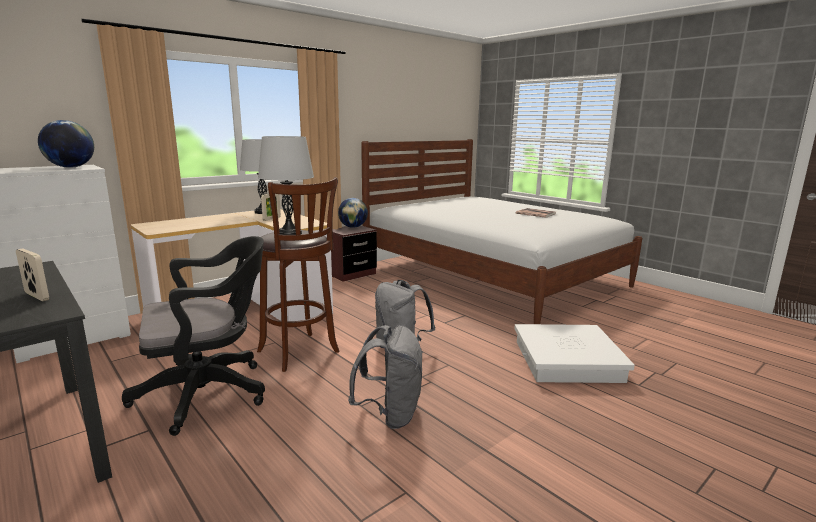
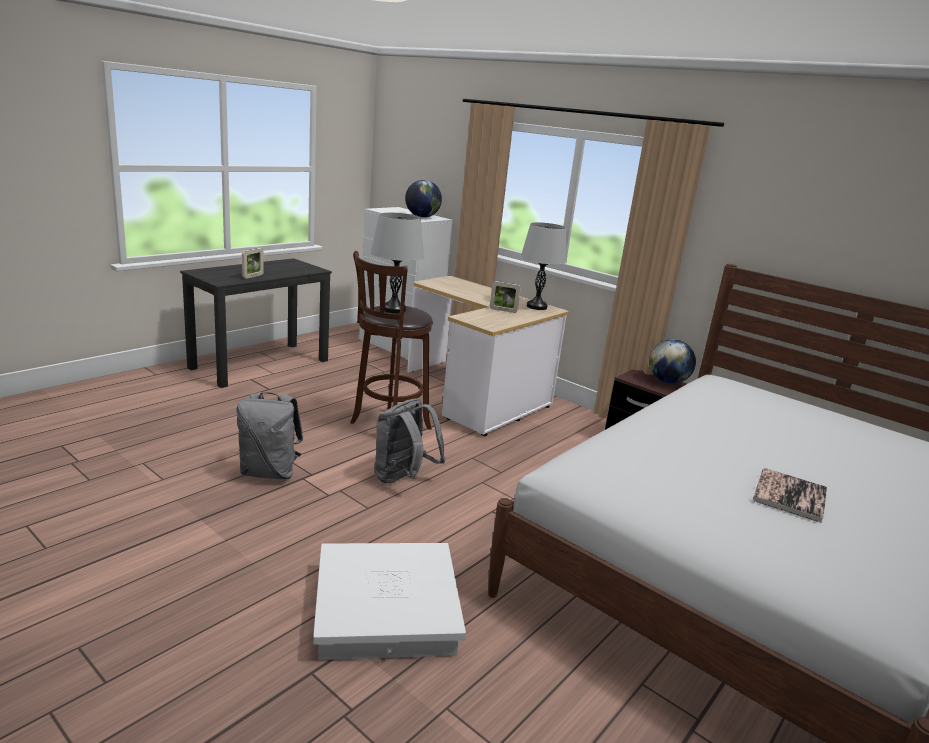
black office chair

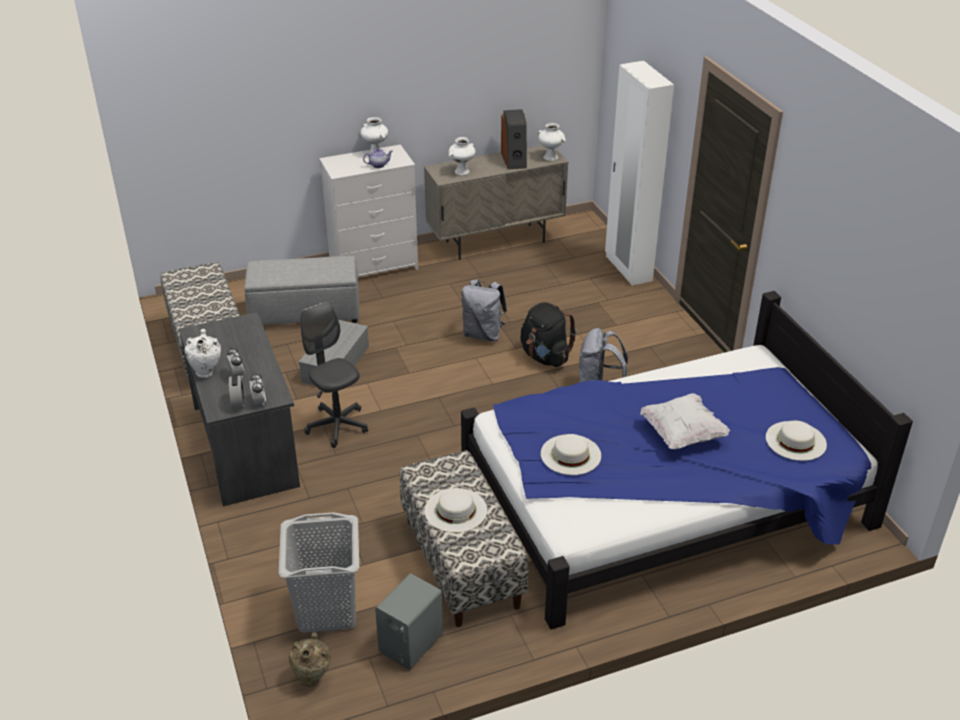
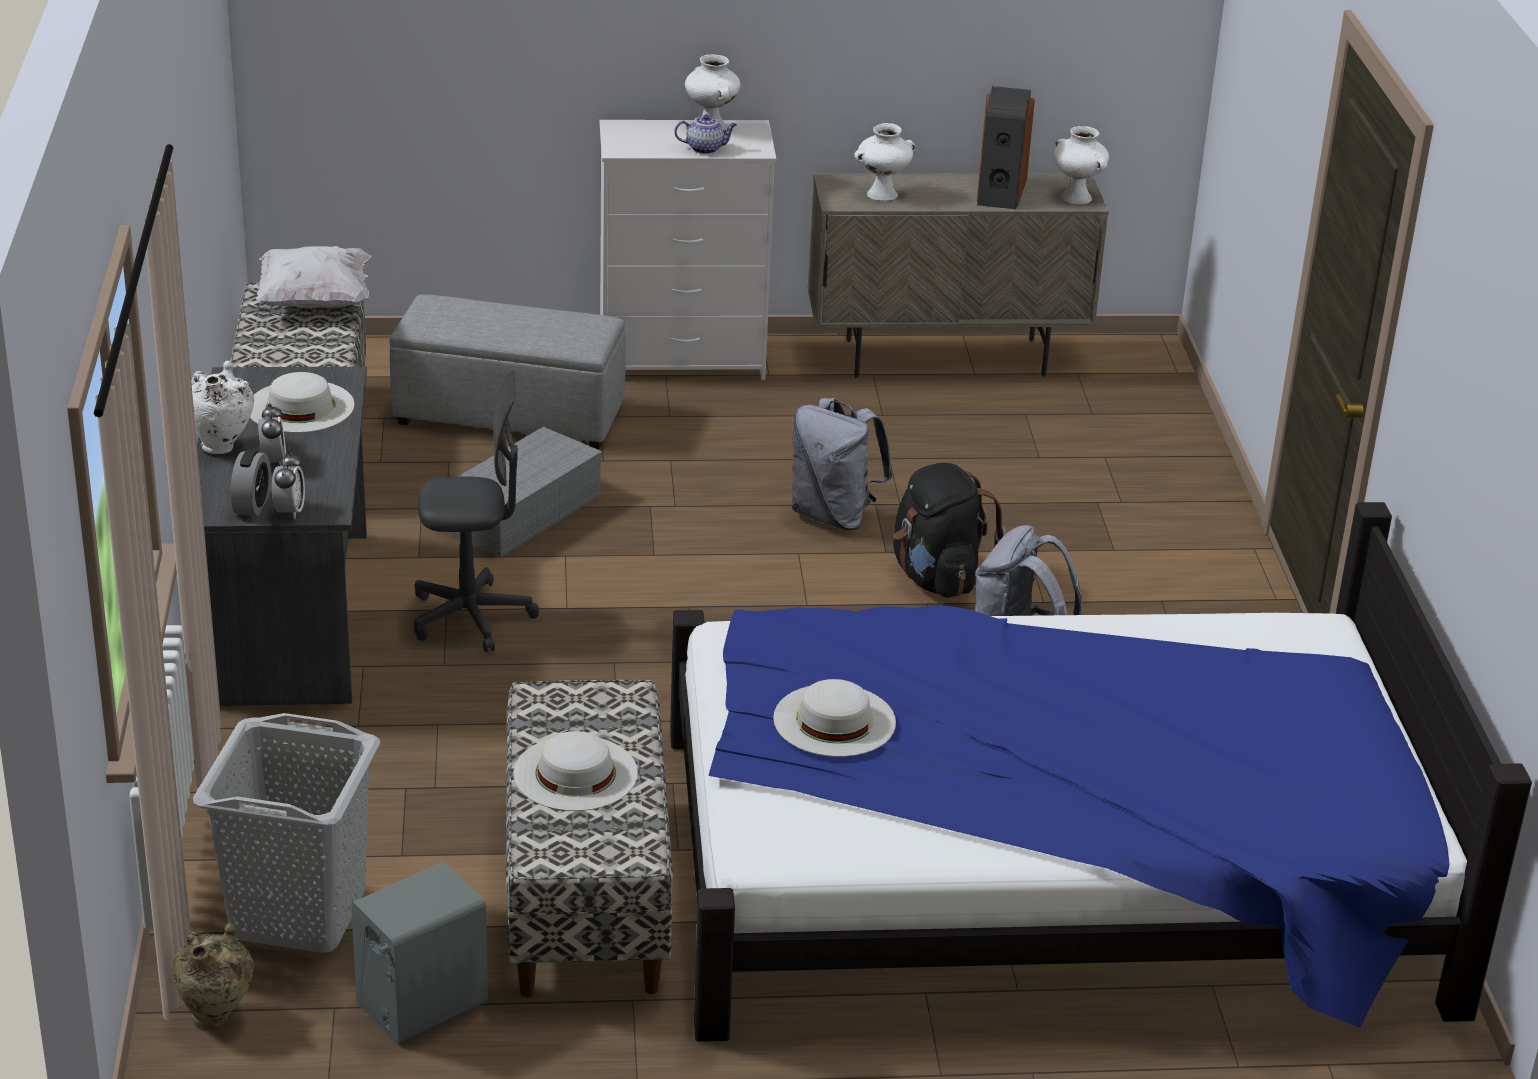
white wardrobe
white pillow
white hat (no. 1 from left)
grey office chair

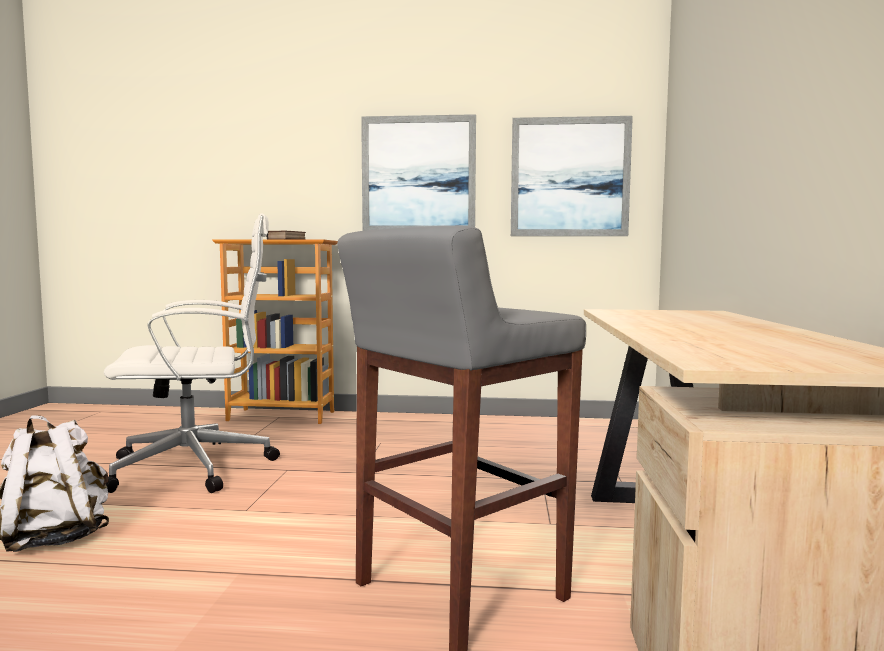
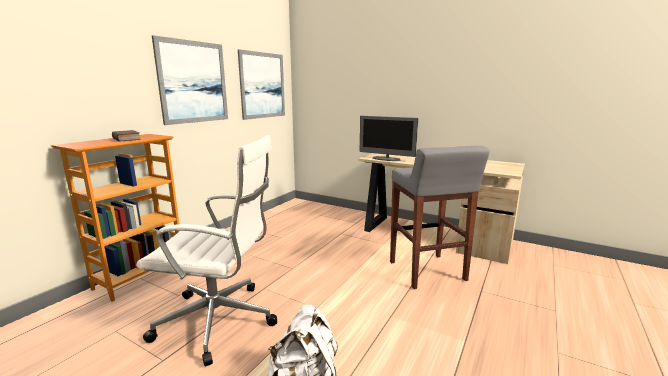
monitor
white office chair

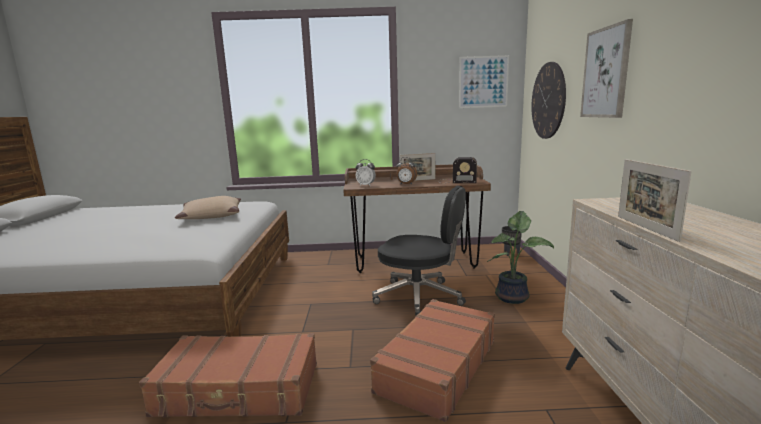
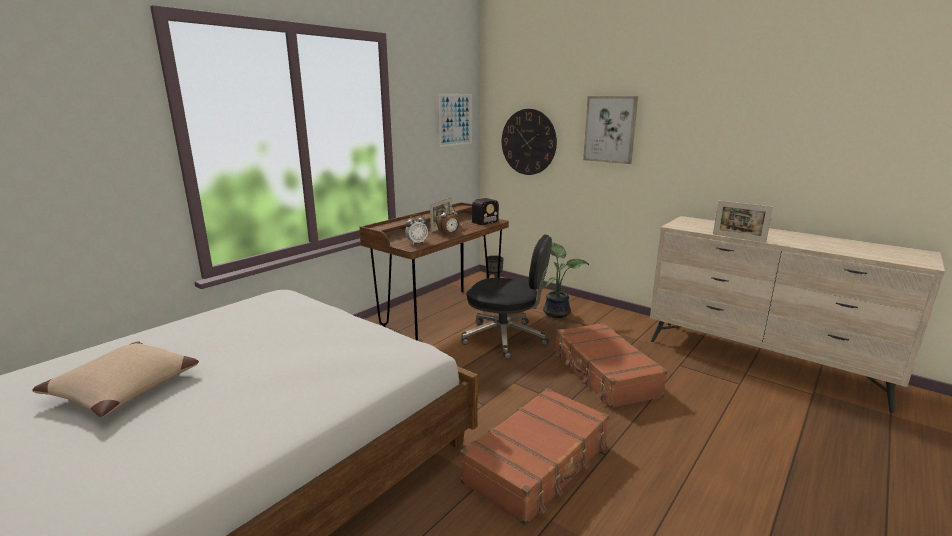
beige pillow
black office chair

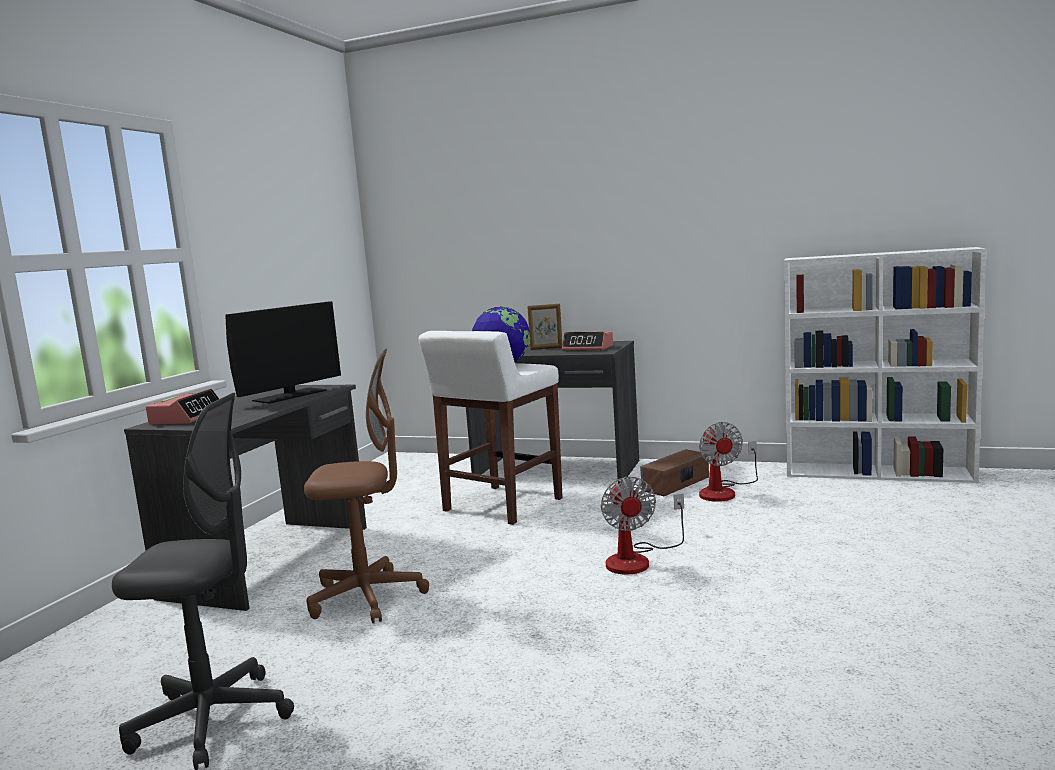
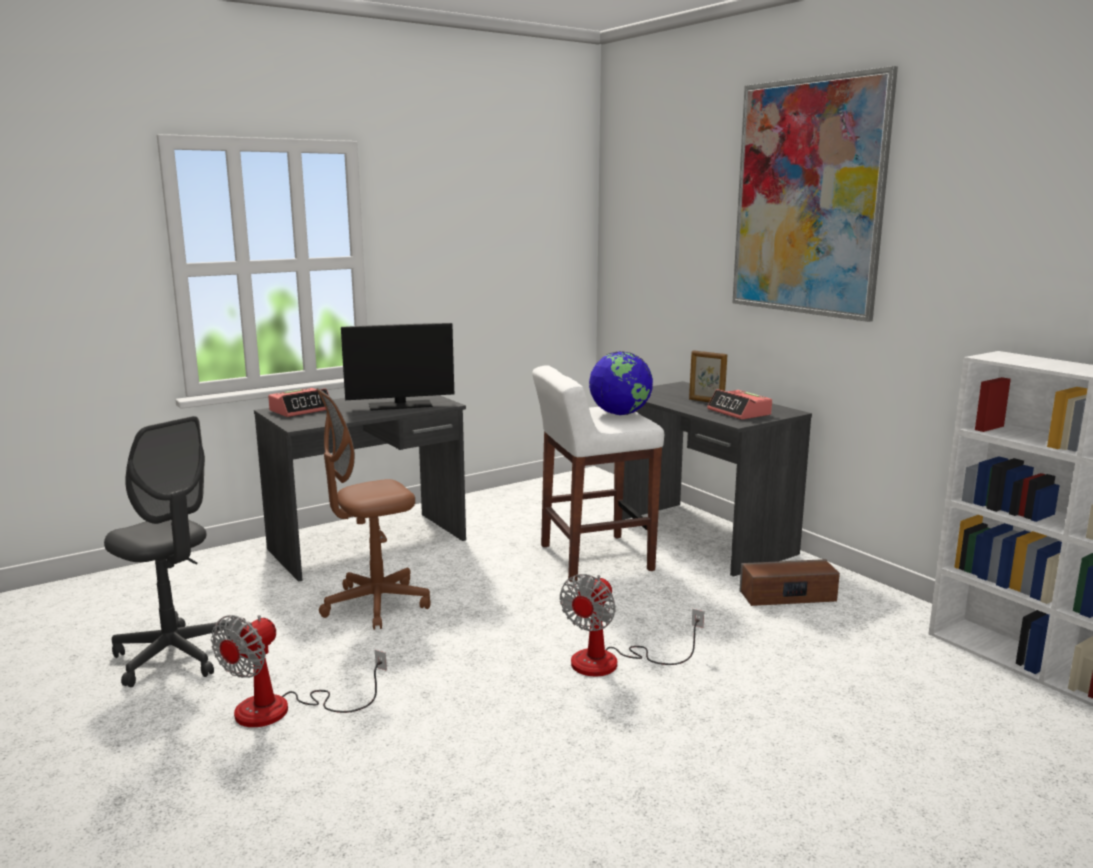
picture
fan (no. 1 from left)
brown office chair

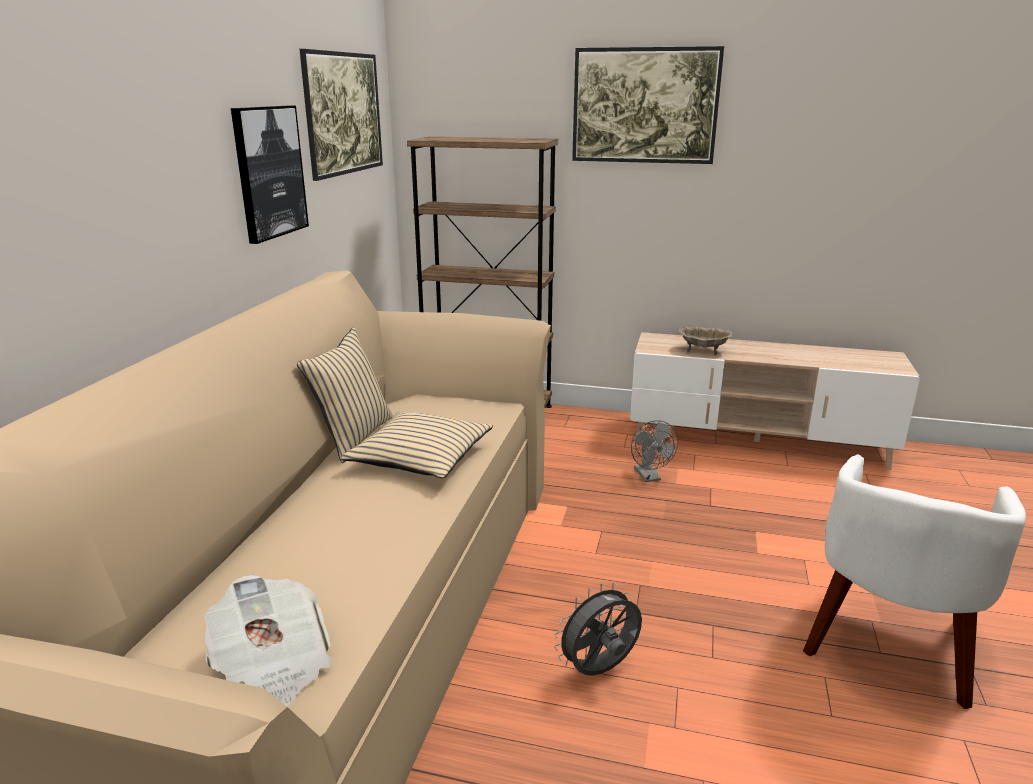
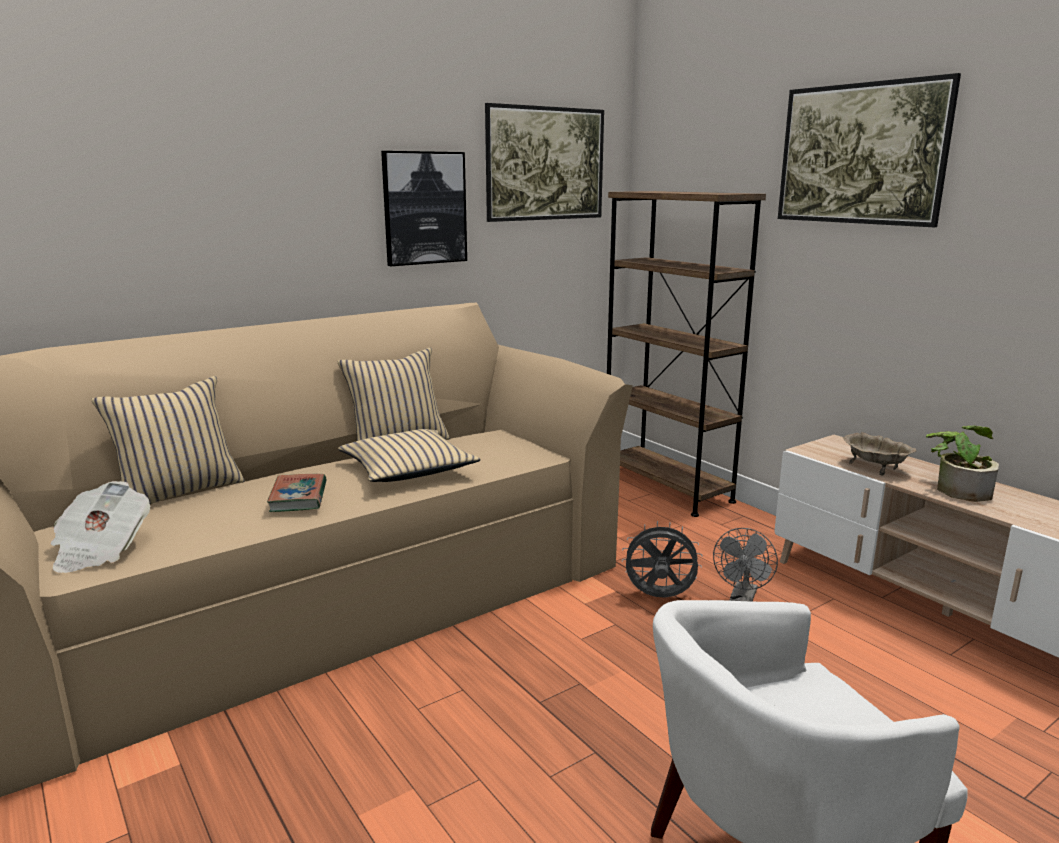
beige pillow (no. 1 from left)
book
potted plant
grey fan (no. 1 from left)

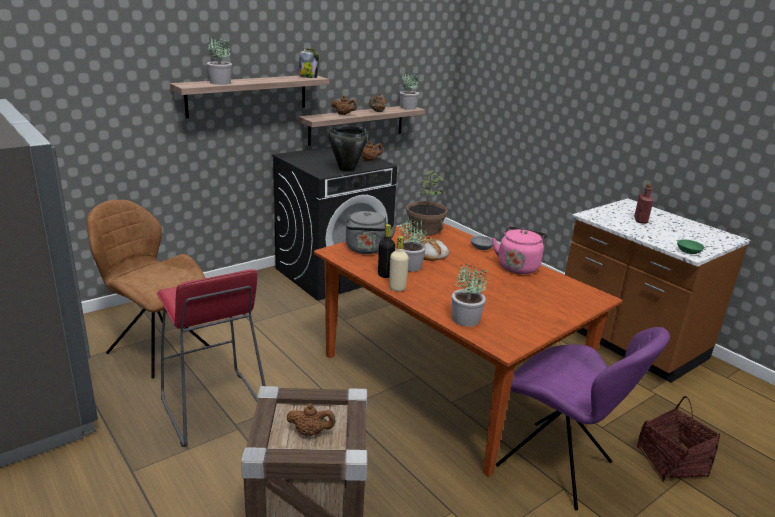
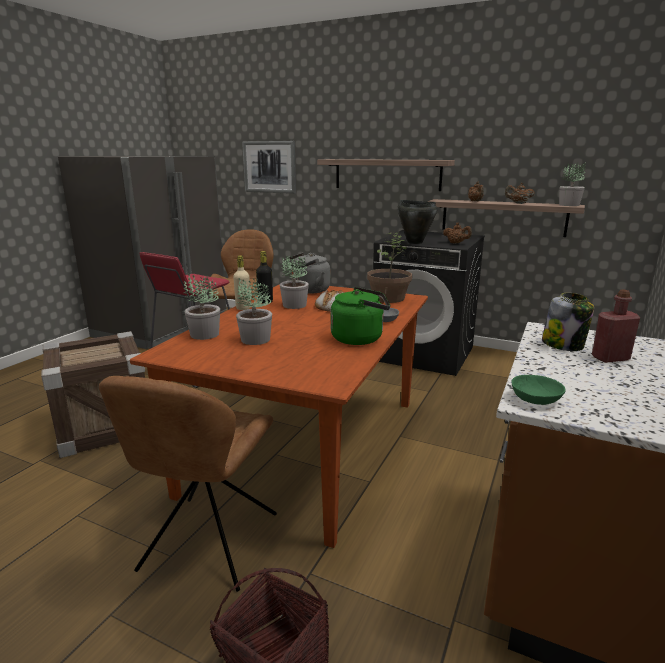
brown teapot (no. 1 from left in the first image)
picture
potted plant (no. 2 from left)
jar
green kettle
brown chair (no. 1 from left)

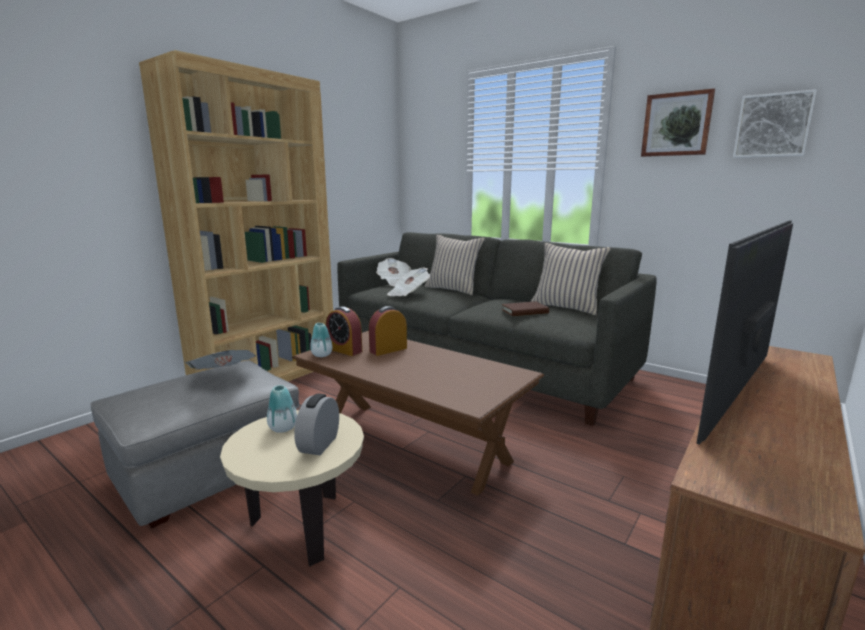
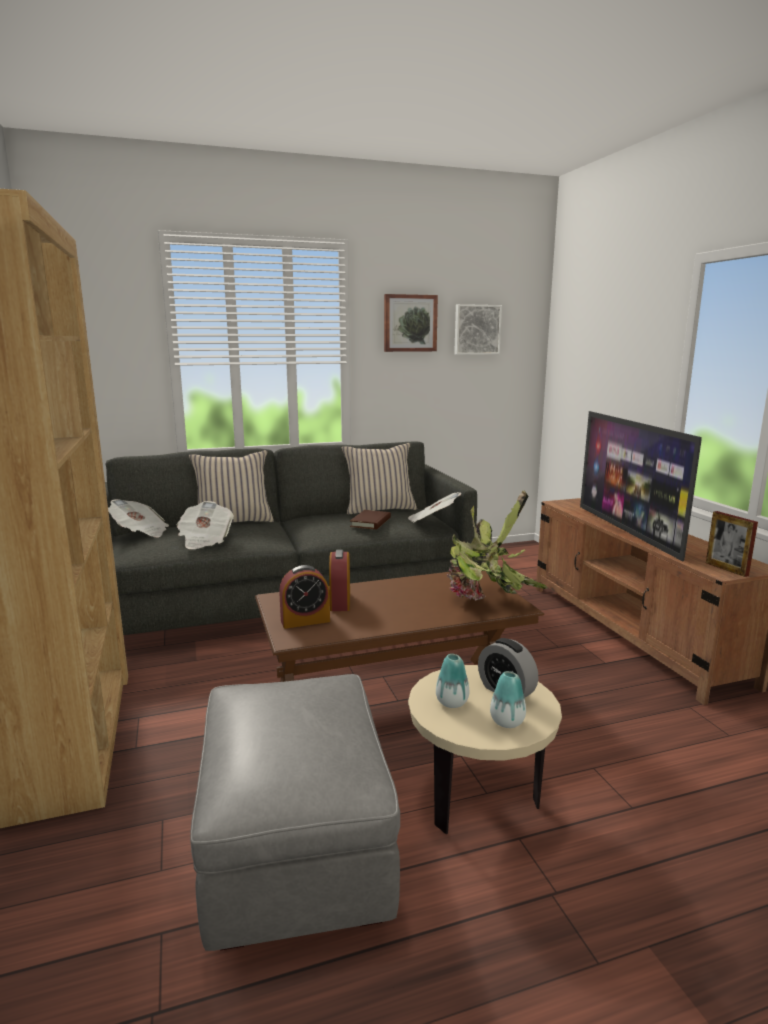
potted plant
picture frame
newspaper (no. 3 from left)
vase (no. 2 from left)

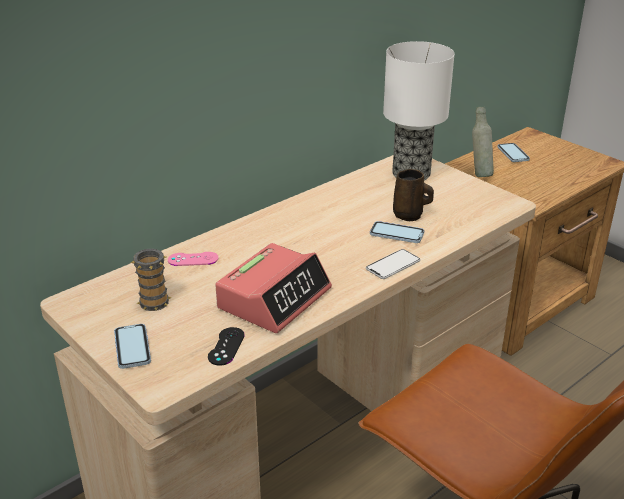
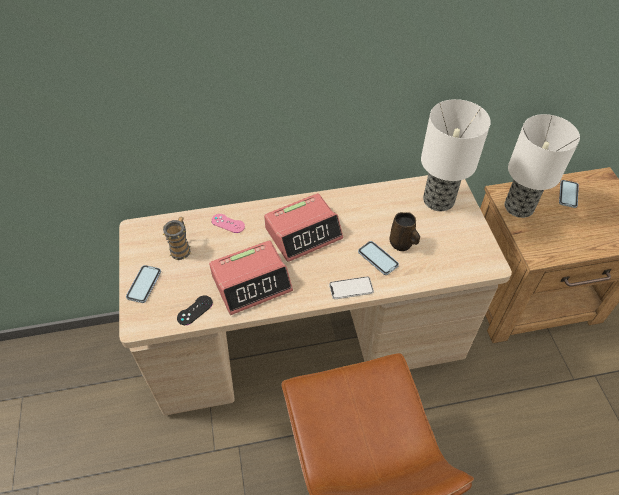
alarm clock (no. 2 from left)
table lamp (no. 2 from left)

